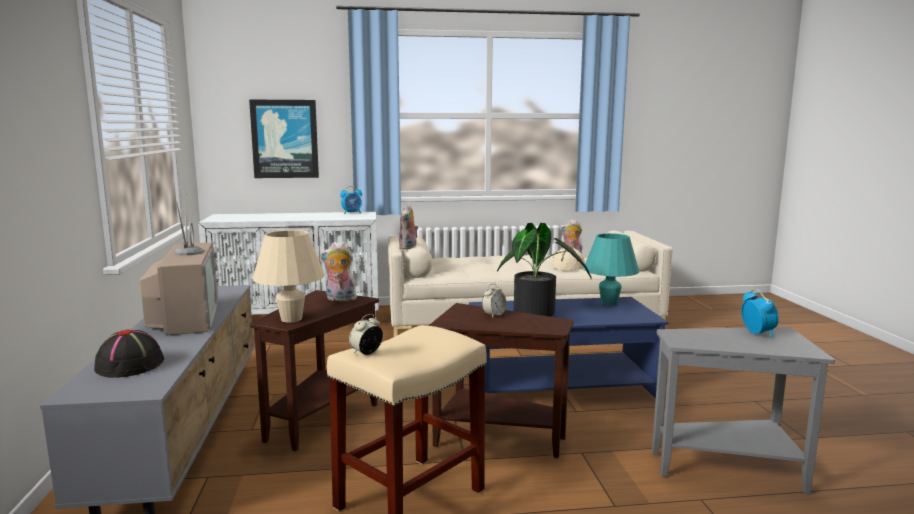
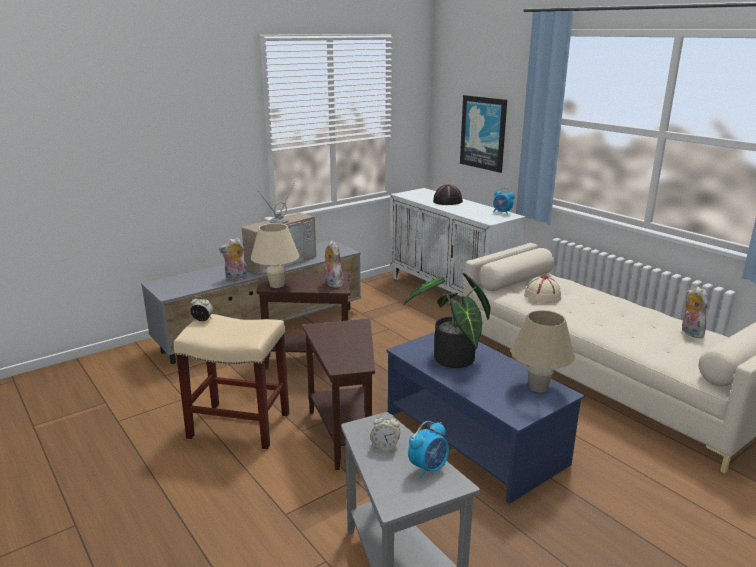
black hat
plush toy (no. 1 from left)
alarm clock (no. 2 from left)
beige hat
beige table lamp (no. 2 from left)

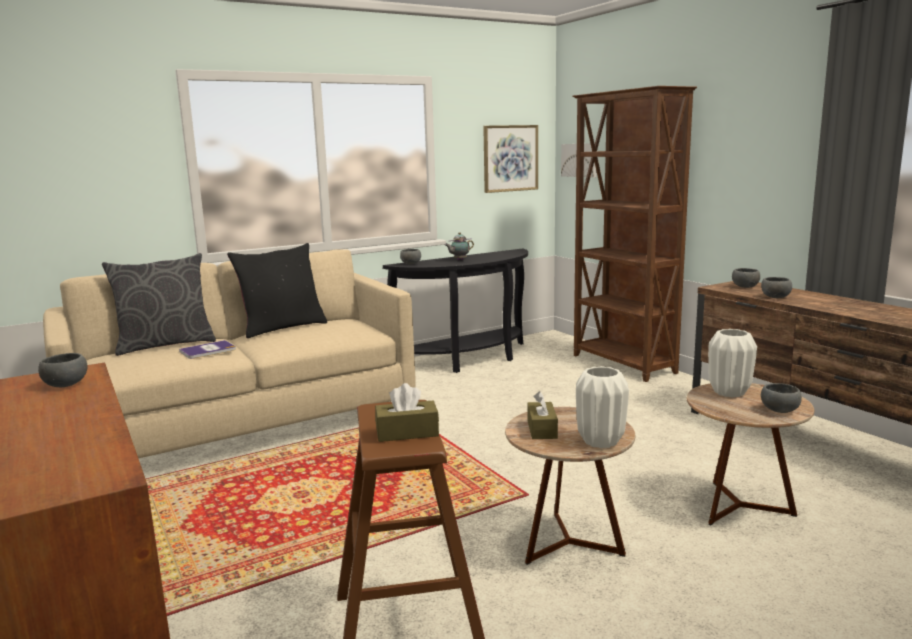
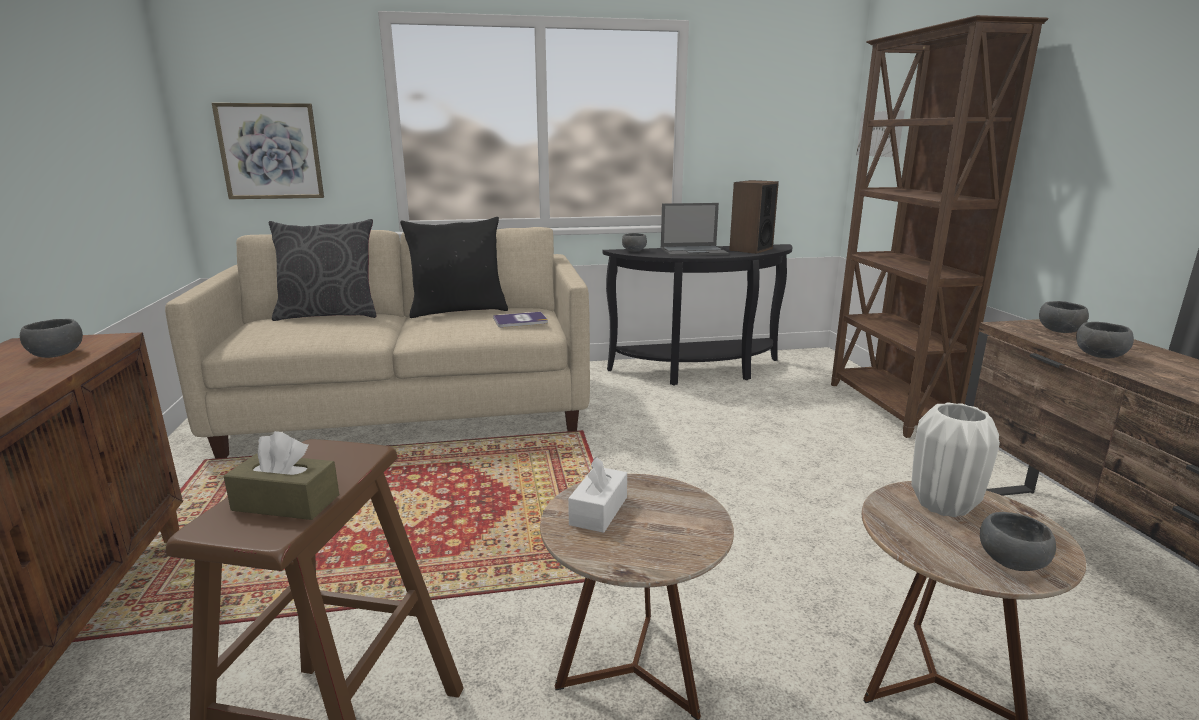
white vase (no. 1 from left in the first image)
speaker
book
picture (no. 1 from left)
laptop
white tissue box

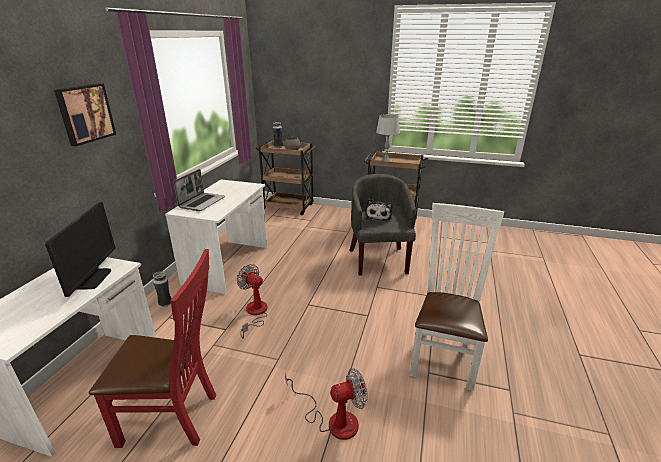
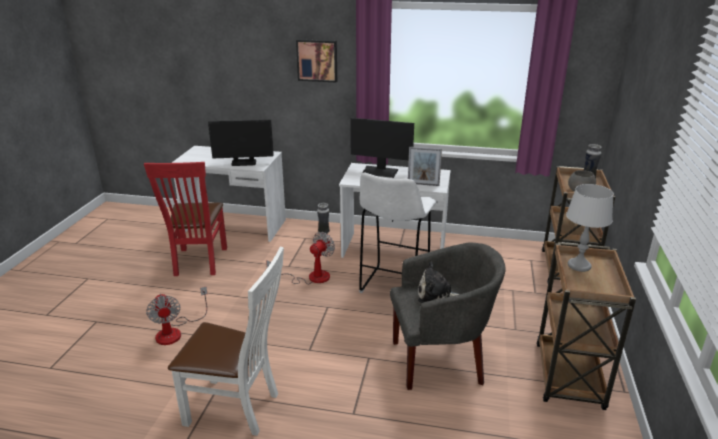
white stool
picture frame
monitor (no. 2 from left)

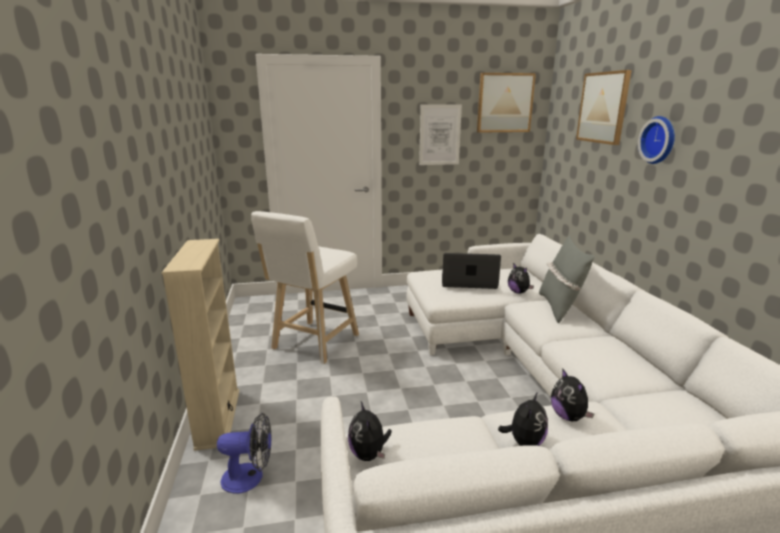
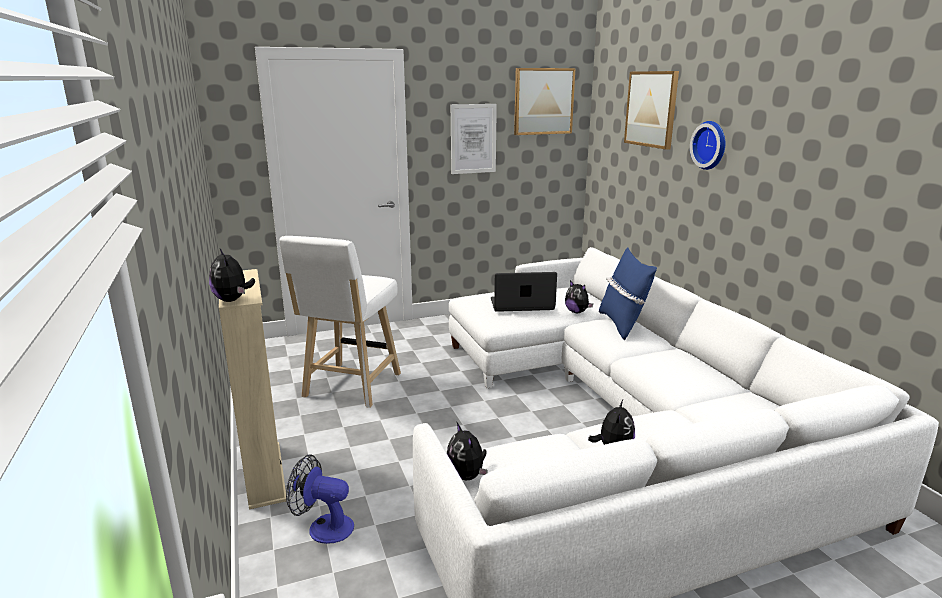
plush toy (no. 1 from left)
blue pillow
fan

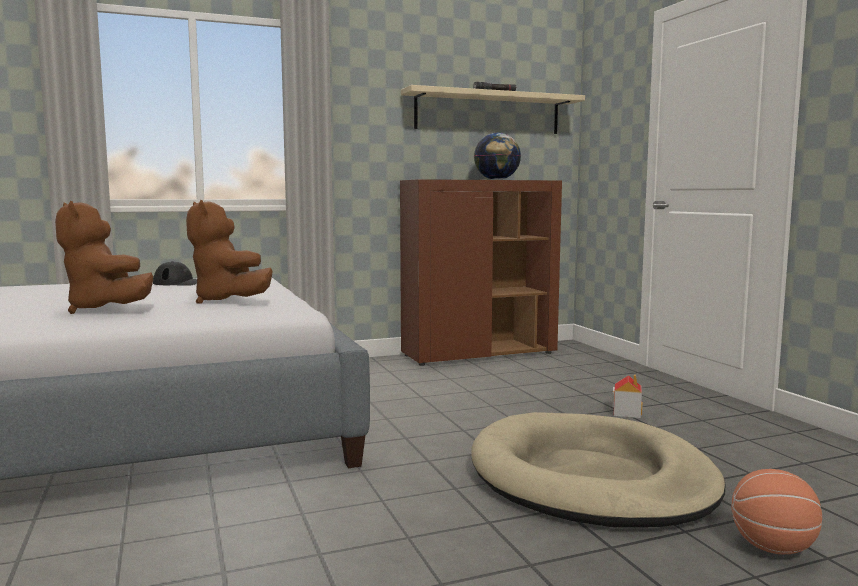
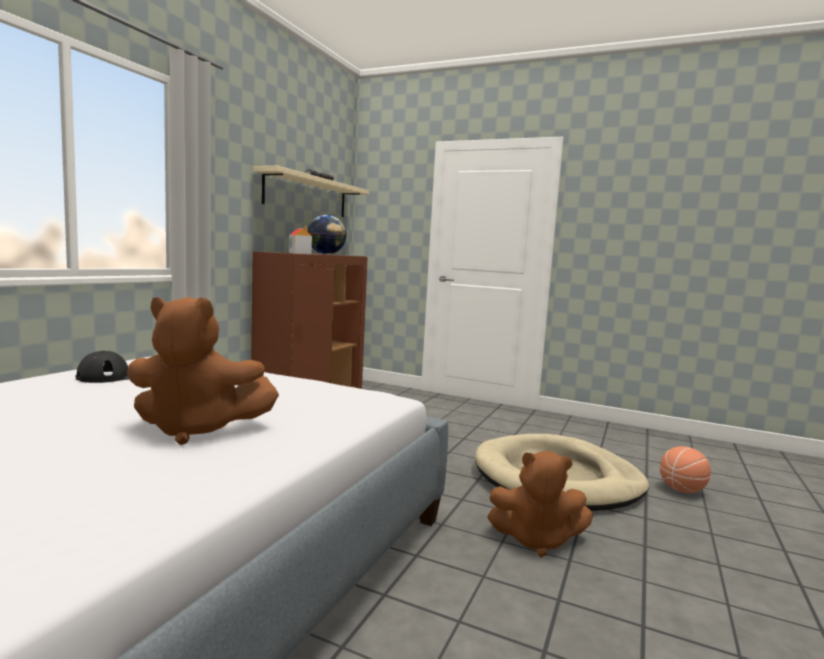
brown plush toy (no. 2 from left)
toy house

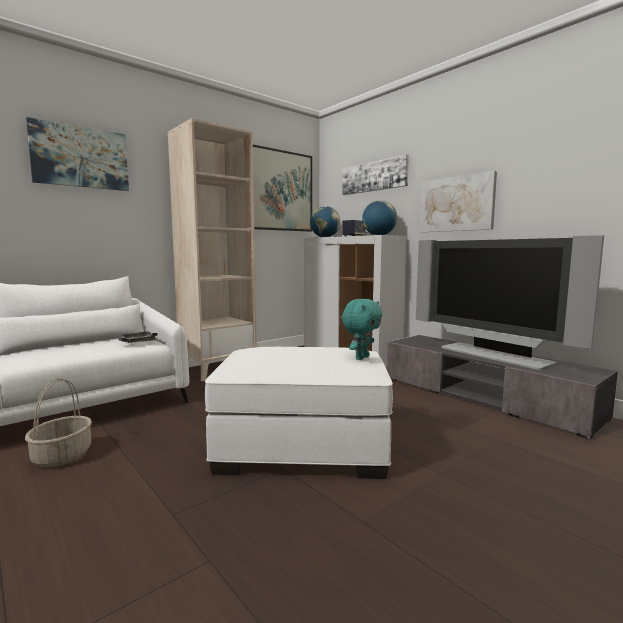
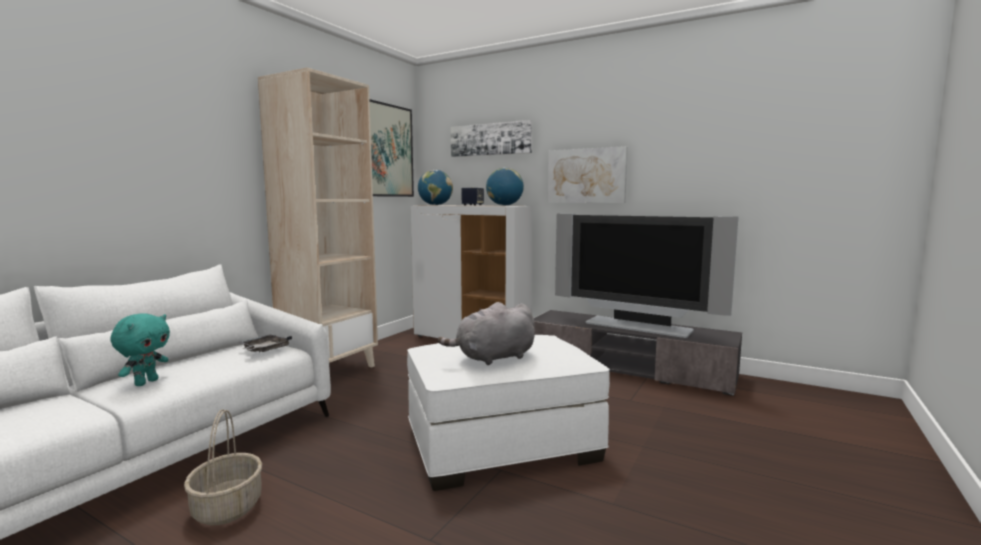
picture (no. 1 from left in the first image)
grey plush toy
turquoise plush toy

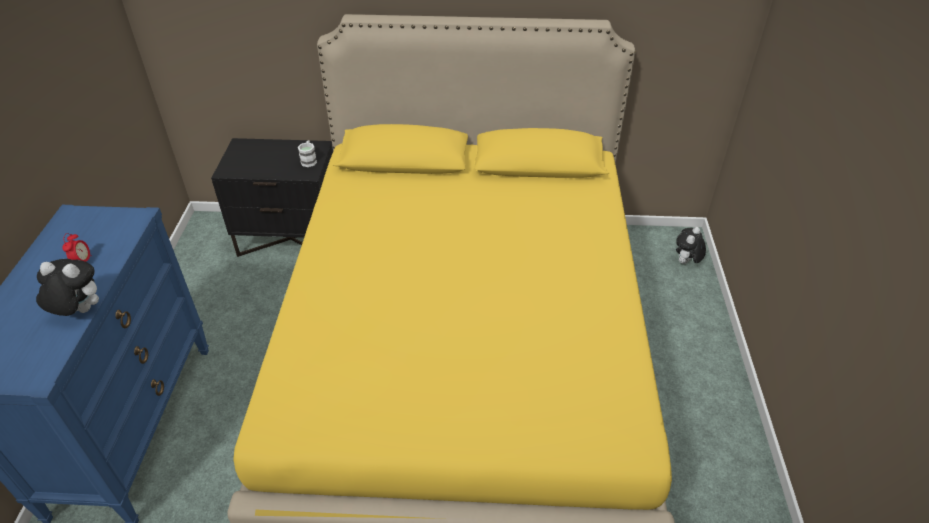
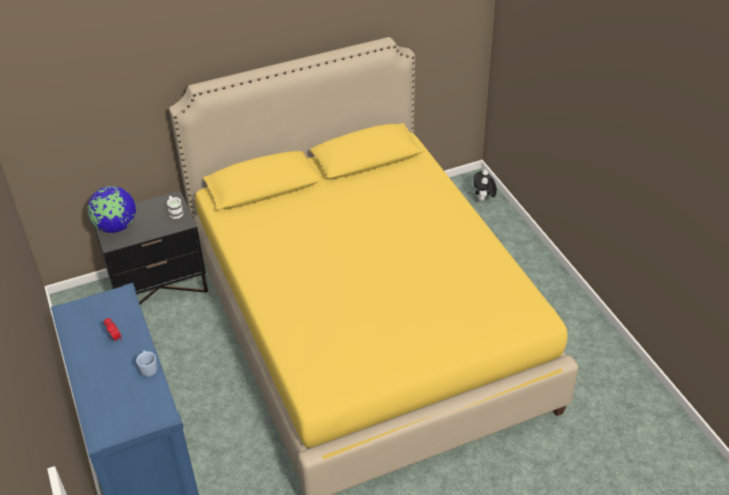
globe
blue mug

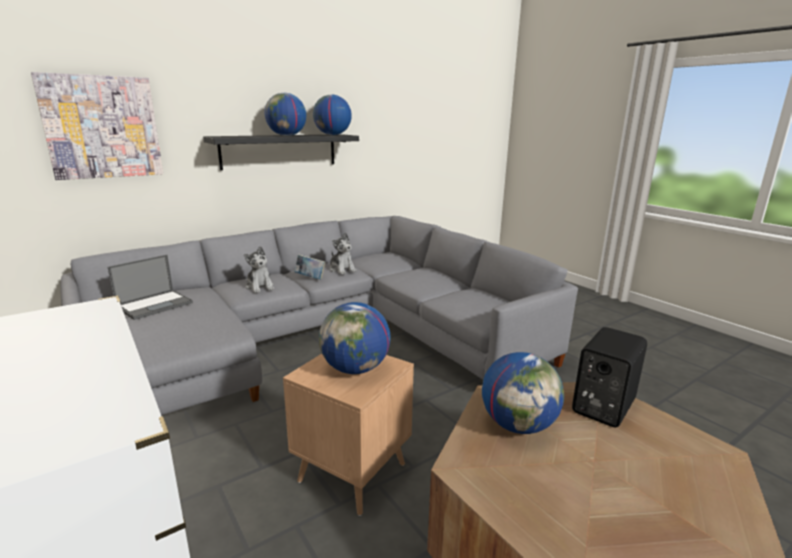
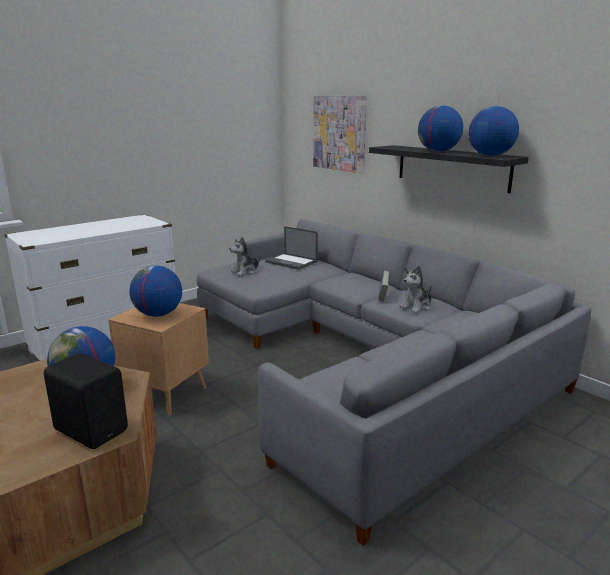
plush toy (no. 1 from left)

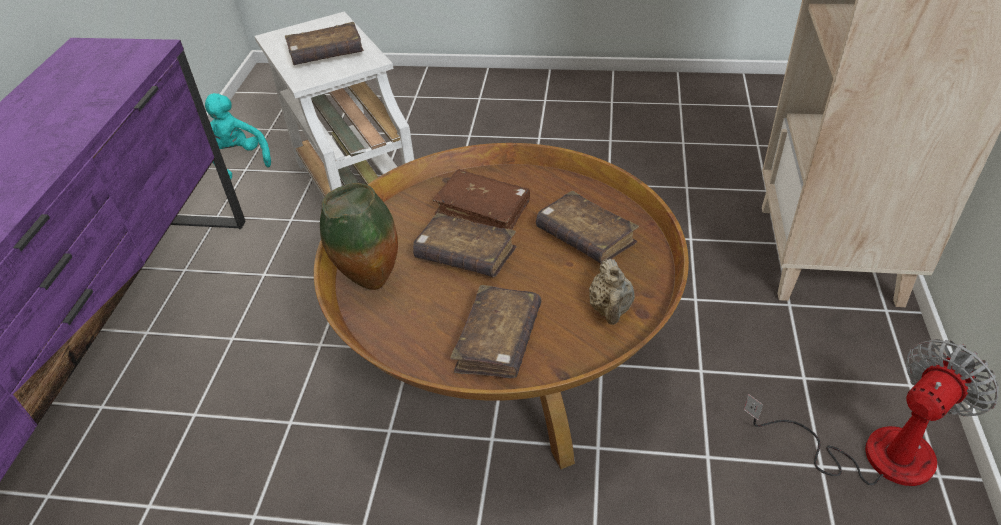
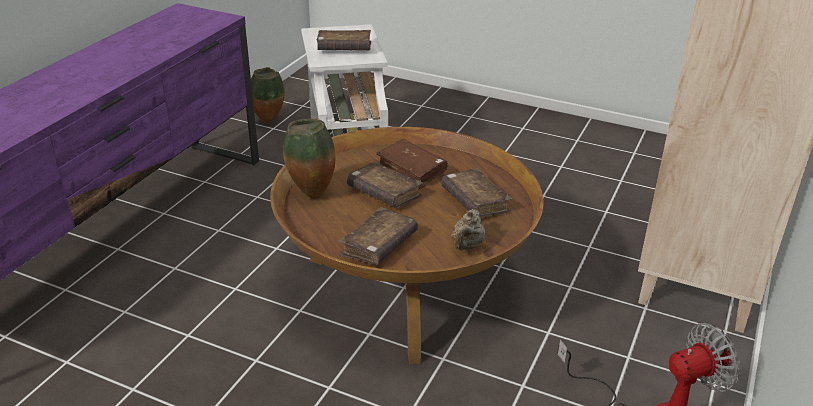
vase (no. 1 from left)

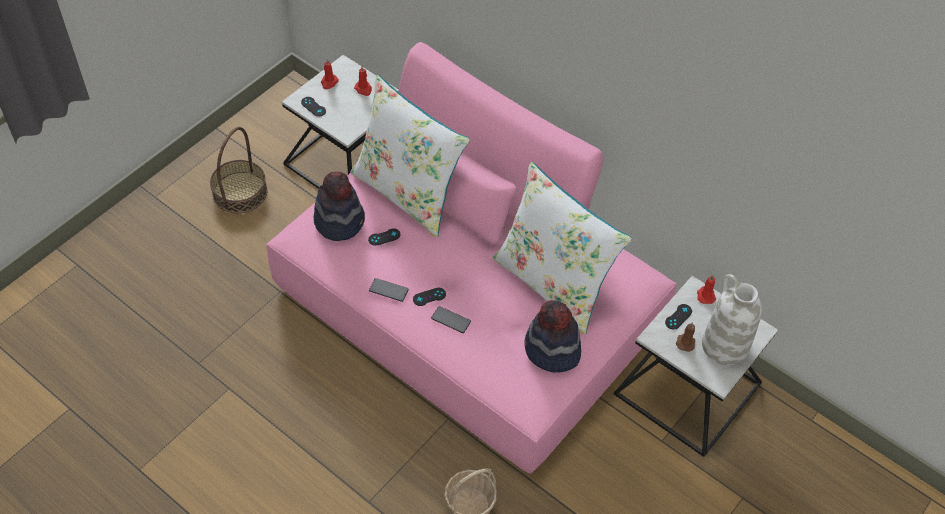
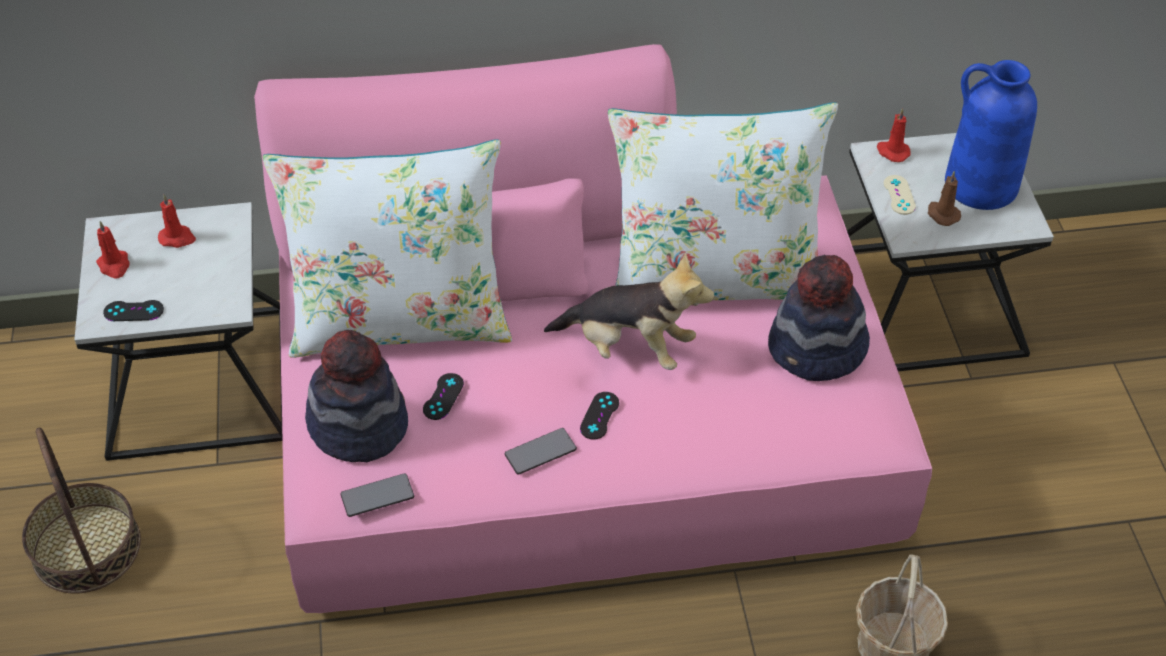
plush toy
phone (no. 1 from left)
beige game controller
blue vase

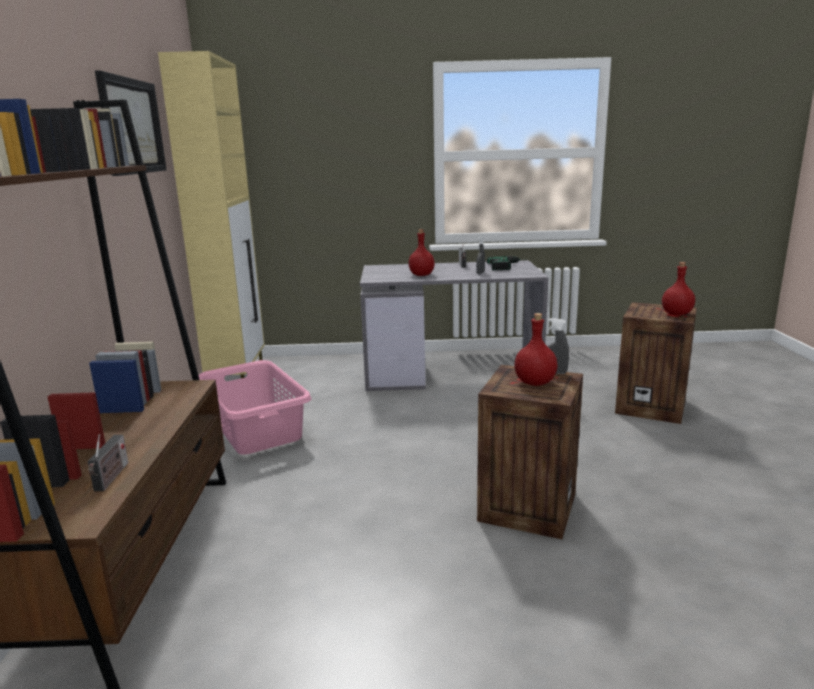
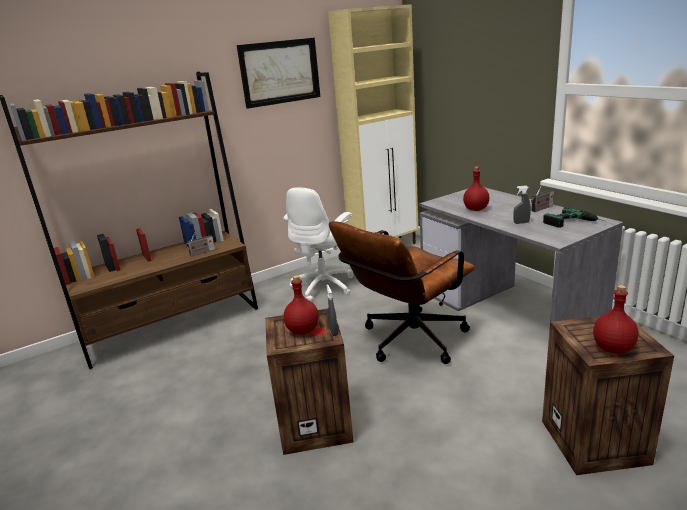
brown office chair
radio (no. 1 from left)
white office chair

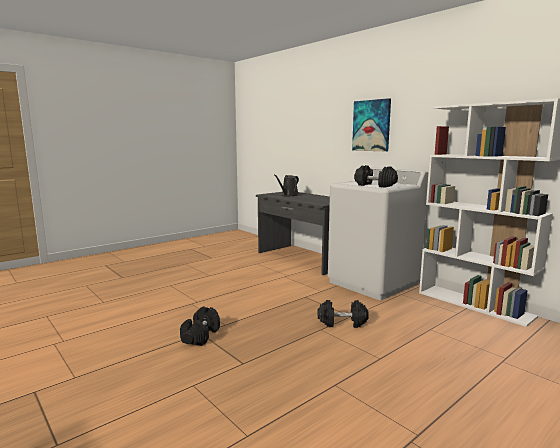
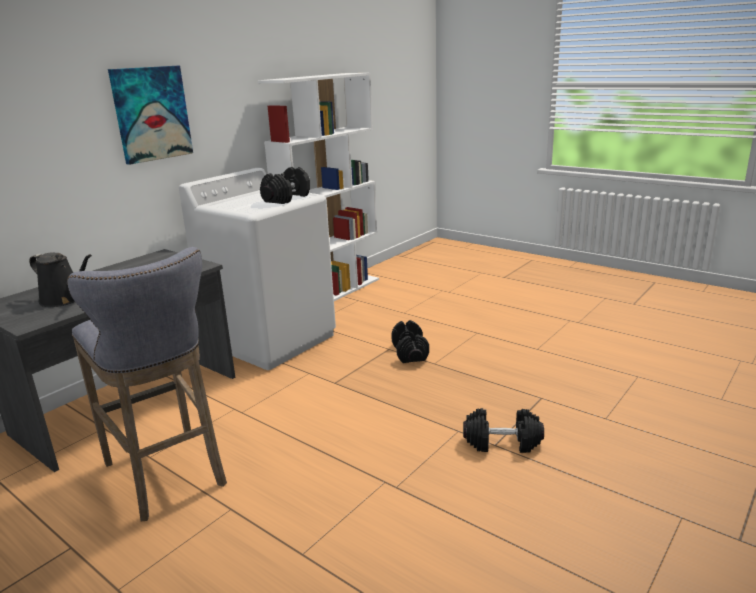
grey stool

